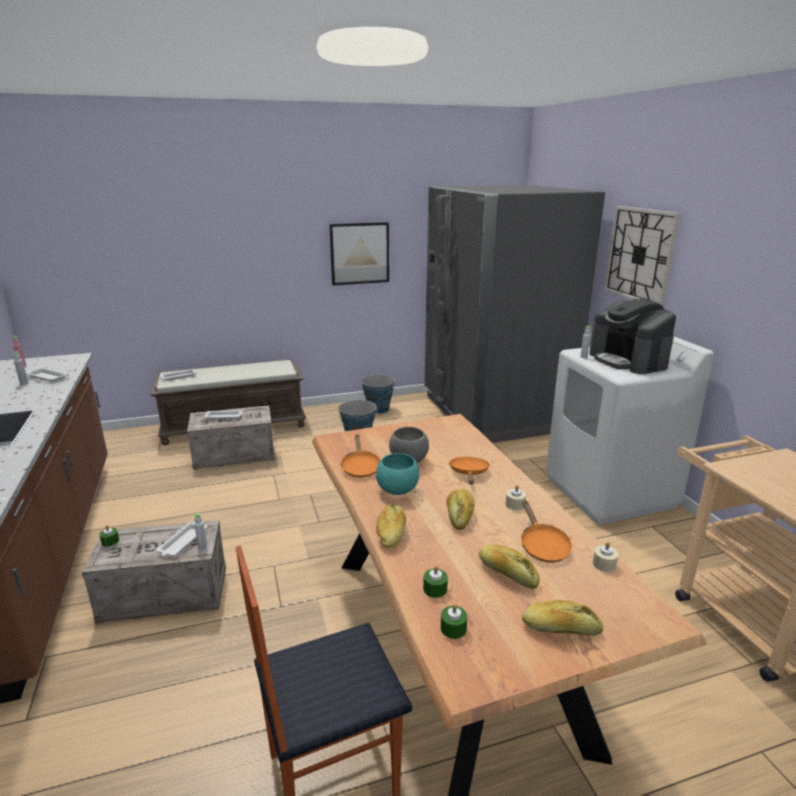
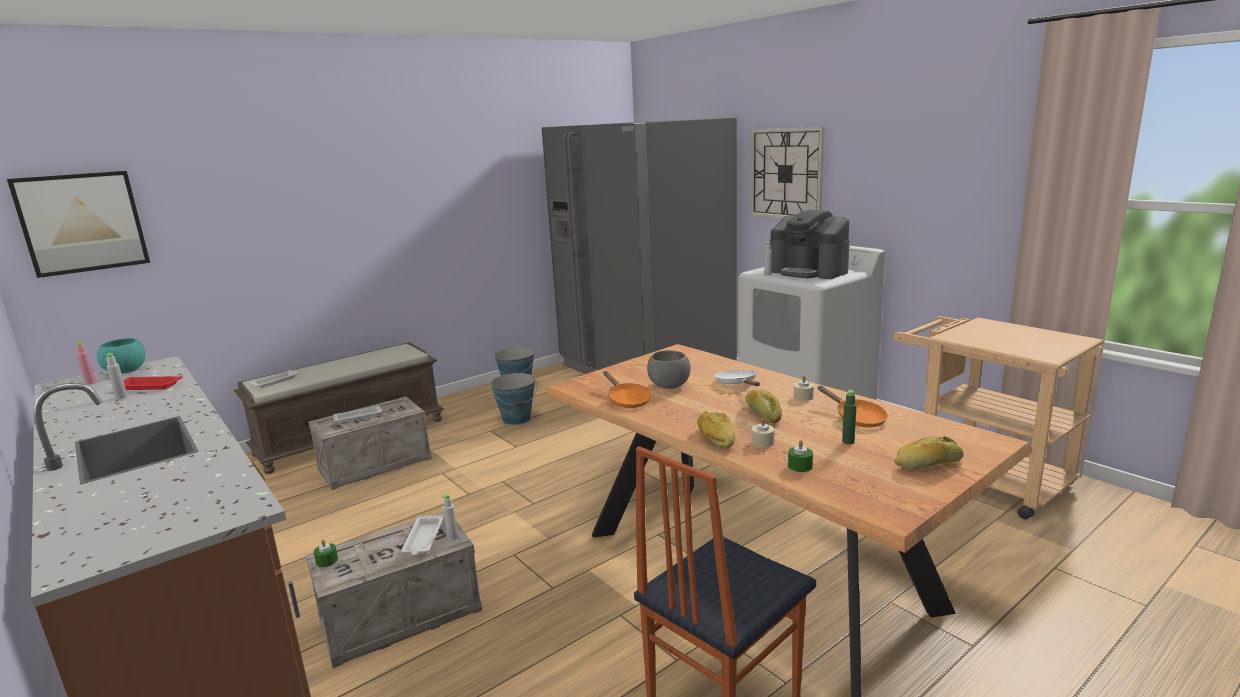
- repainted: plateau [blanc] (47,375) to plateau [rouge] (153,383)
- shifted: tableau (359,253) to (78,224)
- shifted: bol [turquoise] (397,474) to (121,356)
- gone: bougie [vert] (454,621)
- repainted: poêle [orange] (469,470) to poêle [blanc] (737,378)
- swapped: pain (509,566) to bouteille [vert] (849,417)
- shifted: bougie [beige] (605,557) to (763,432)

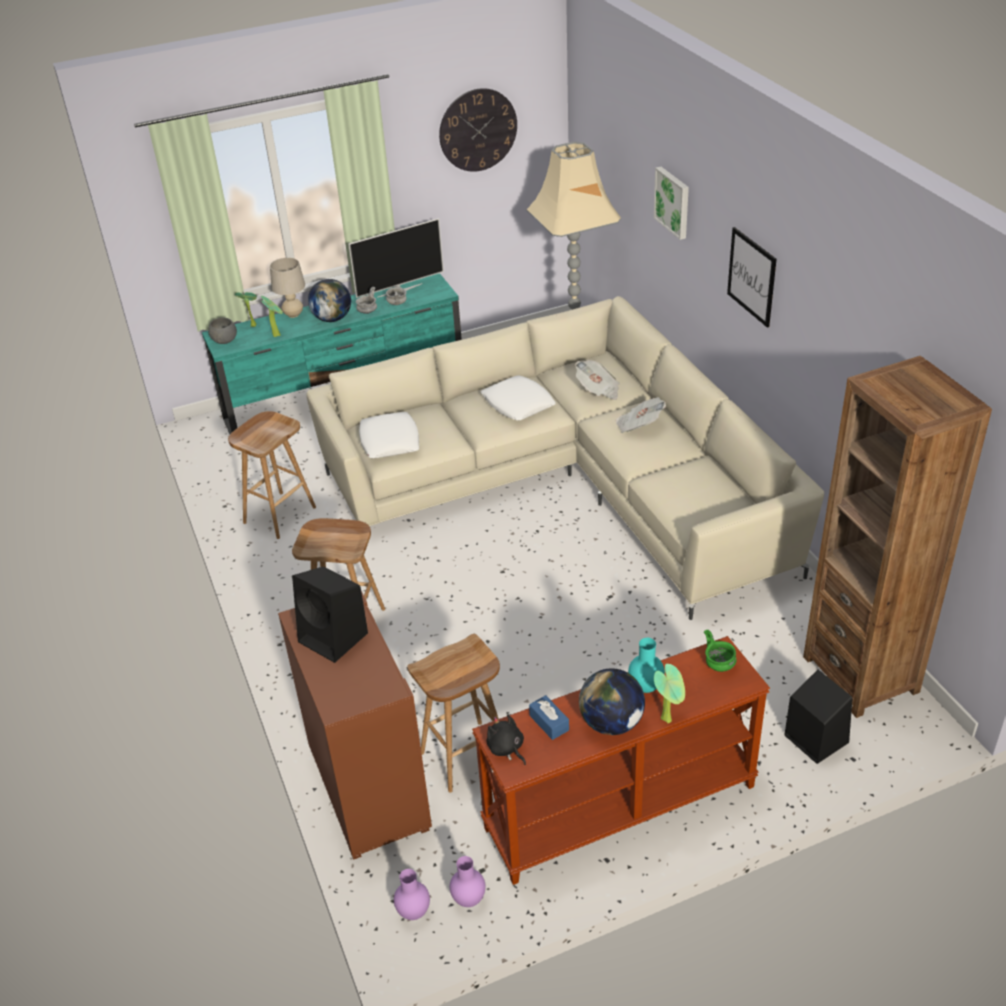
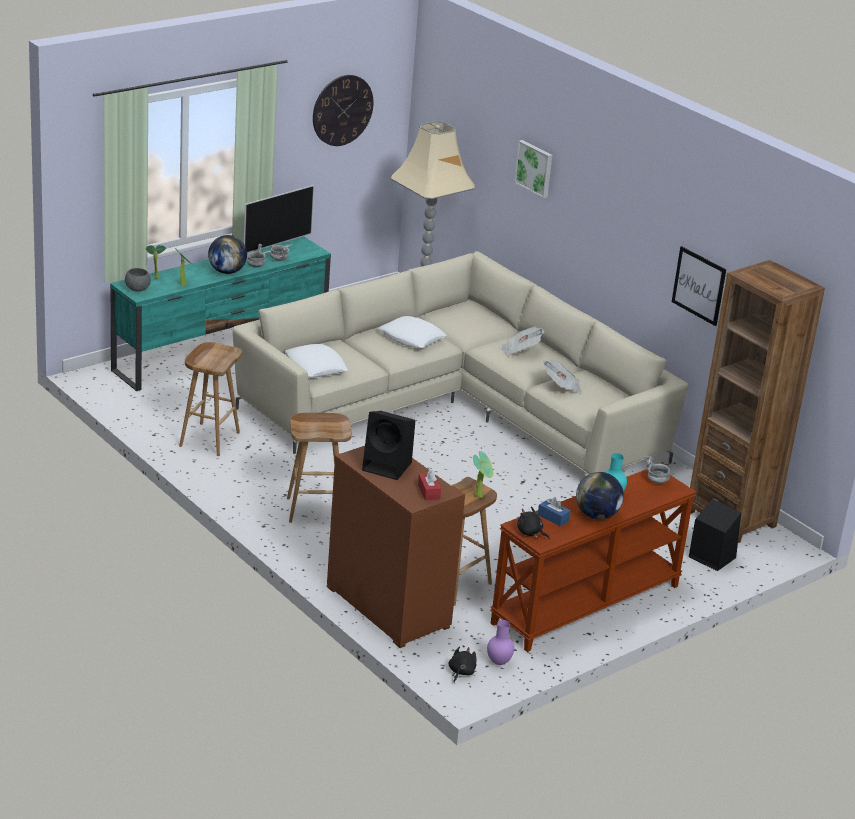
- gone: lampe de table [beige] (287,288)
- swapped: vase [violet] (412,894) to peluche [noir] (463,664)
- shifted: journal (597,380) to (562,377)
- shifted: plante en pot (669,693) to (483,474)
- repainted: bol [vert] (720,651) to bol [gris] (657,470)
- shifted: tableau (752,277) to (699,286)
- new: boîte à mouchoirs [rouge] (429,484)

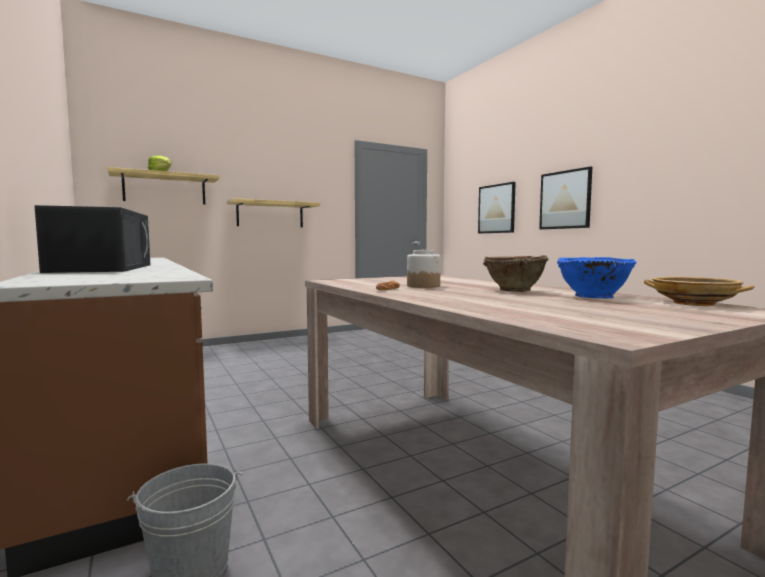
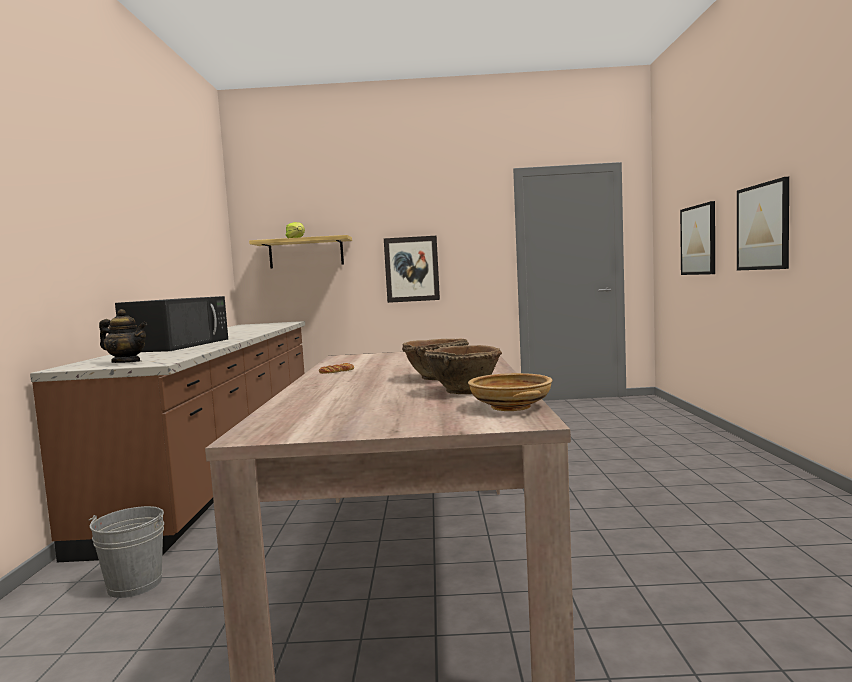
- swapped: étagère (273,212) to tableau (412,269)
- gone: bocal (424,269)
- repainted: bol [bleu] (596,277) to bol [marron] (463,369)
- new: théière (123,336)

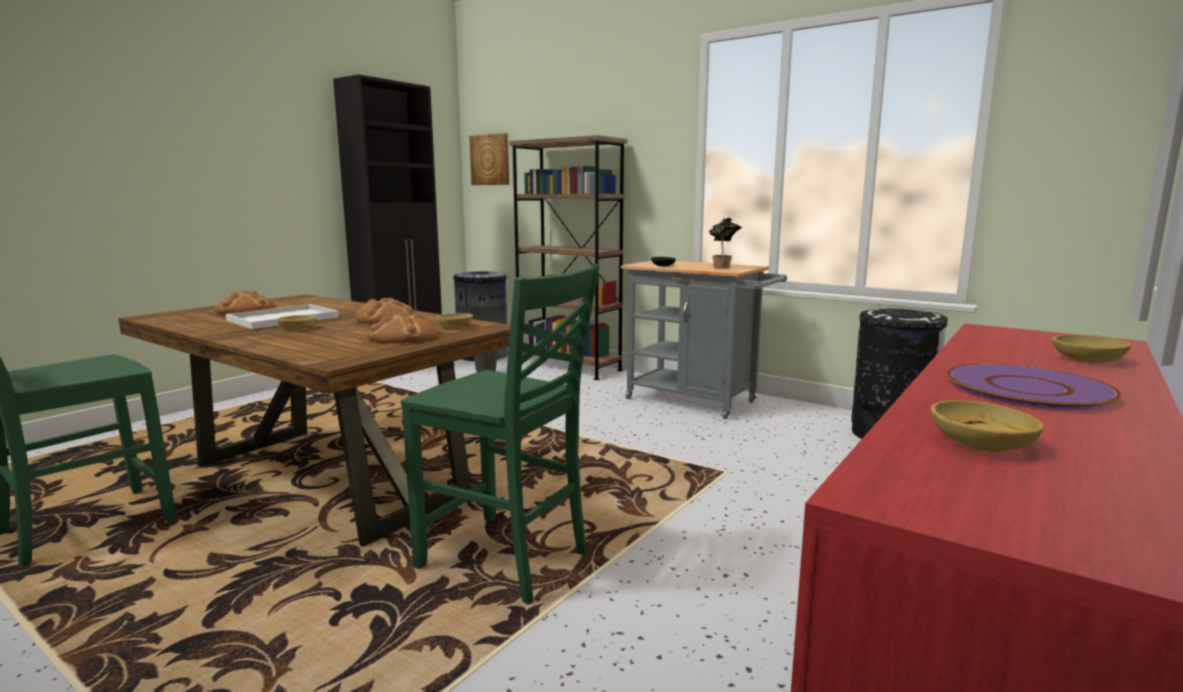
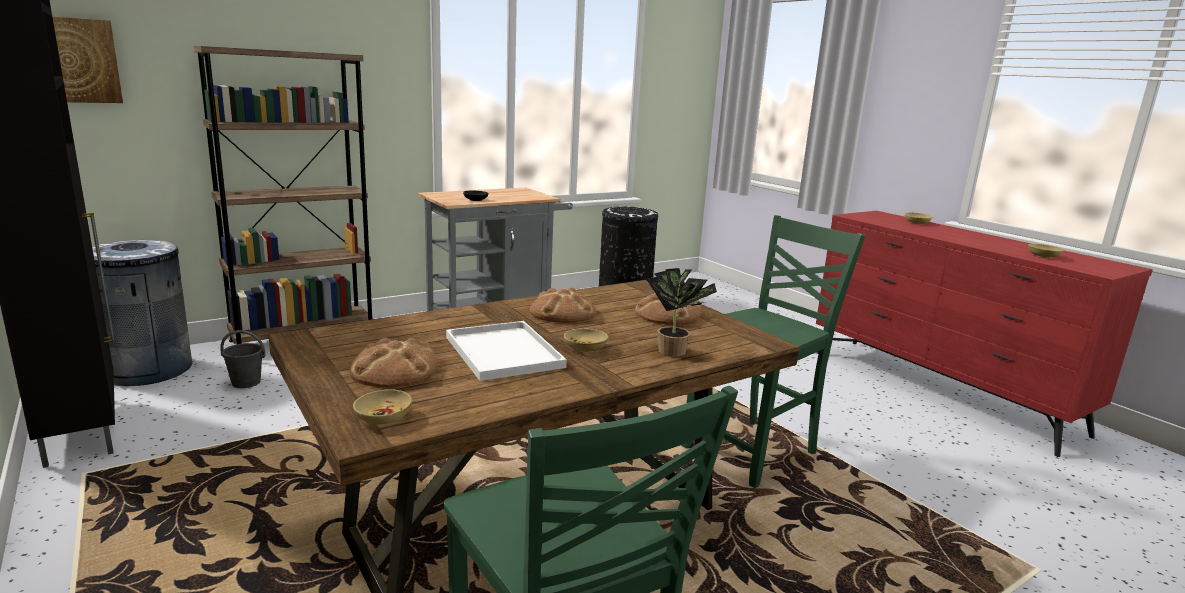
- shifted: bol [beige] (454,321) to (382,407)
- shifted: plante en pot (725,243) to (682,312)
- gone: assiette [violet] (1034,387)

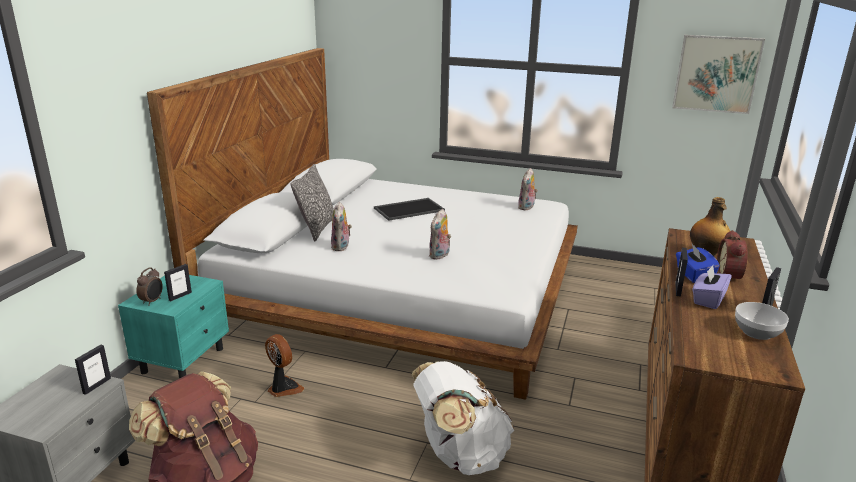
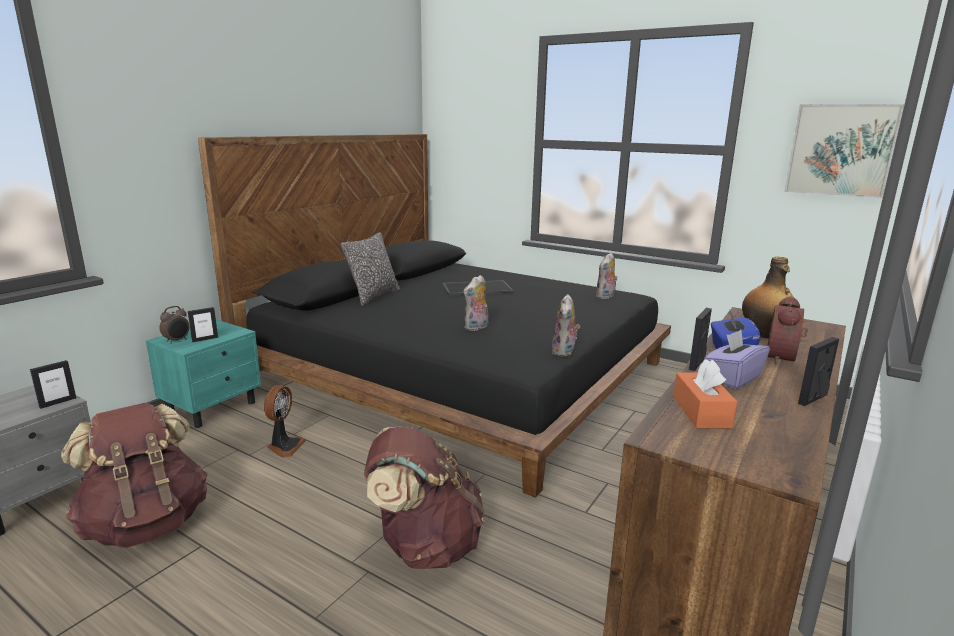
- repainted: lit [blanc] (362,224) to lit [noir] (434,316)
- rotated: ventilateur (284,365) = (285,421) 45 degrees clockwise
- shifted: peluche (341,226) to (566,325)
- repainted: sac à dos [blanc] (463,418) to sac à dos [marron] (424,497)
- gone: bol (762,321)
- new: boîte à mouchoirs [orange] (705,393)

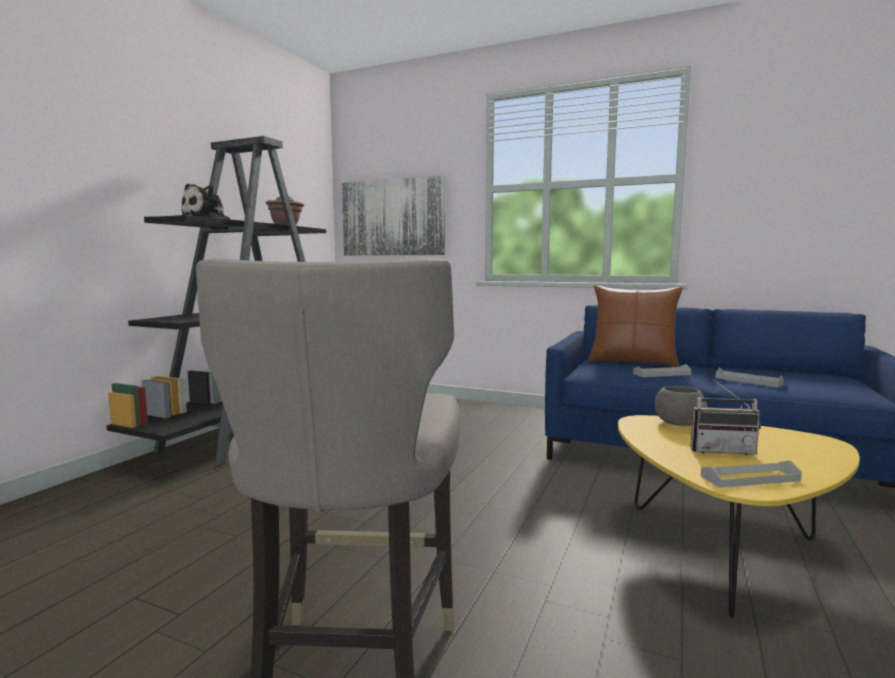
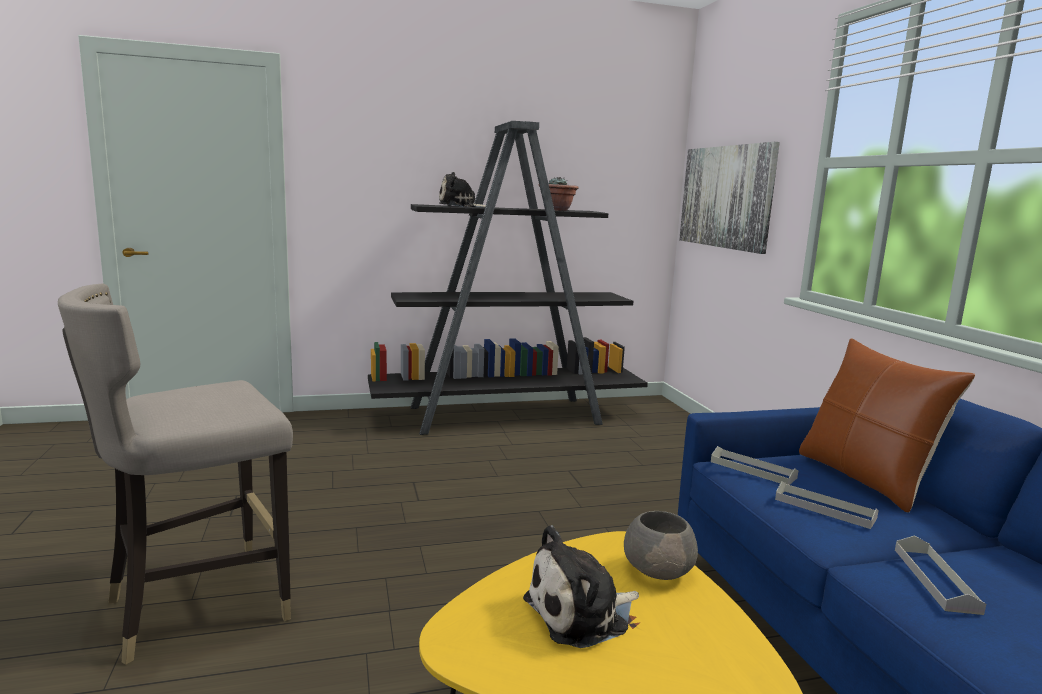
- swapped: radio (726,417) to peluche (581,586)
- shifted: plateau [gris] (751,474) to (755,465)

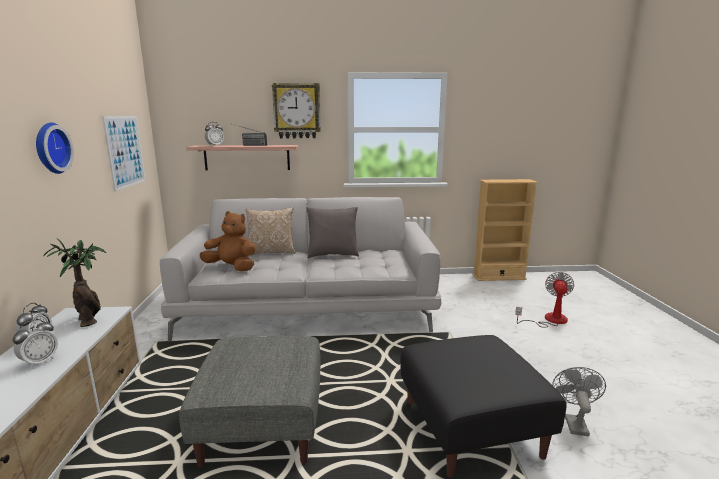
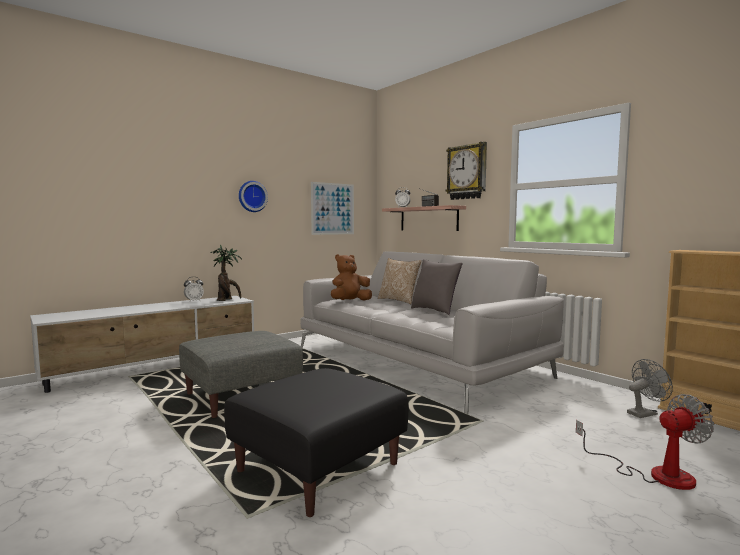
- gone: réveil (35,343)
- rotated: peluche [marron] (228,241) = (351,277) 105 degrees counterclockwise
- shifted: ventilateur [gris] (579,402) to (650,388)

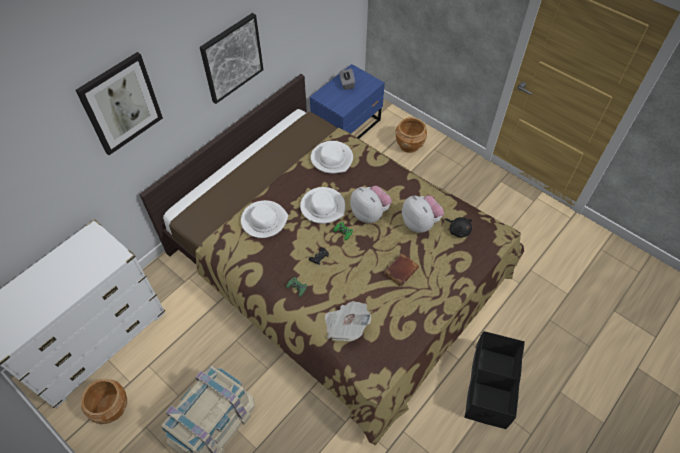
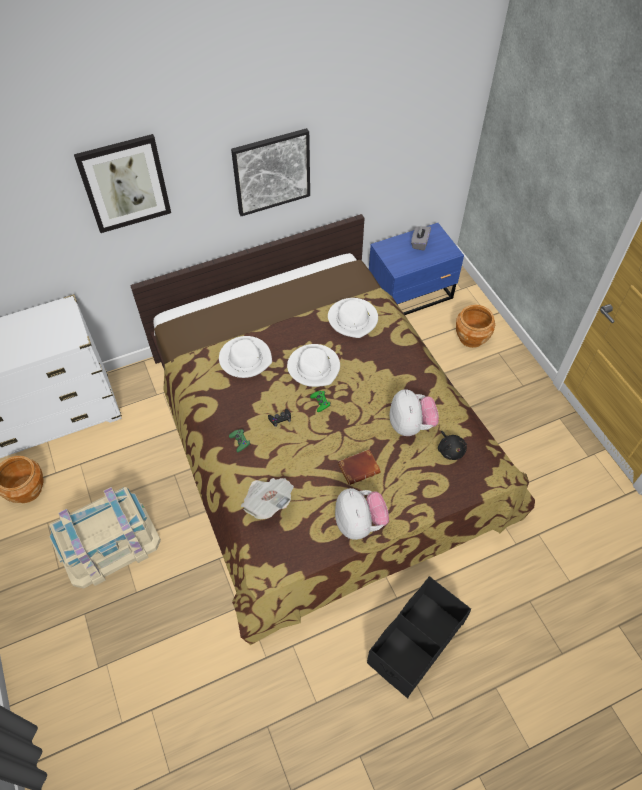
- shifted: peluche (371,204) to (362,514)

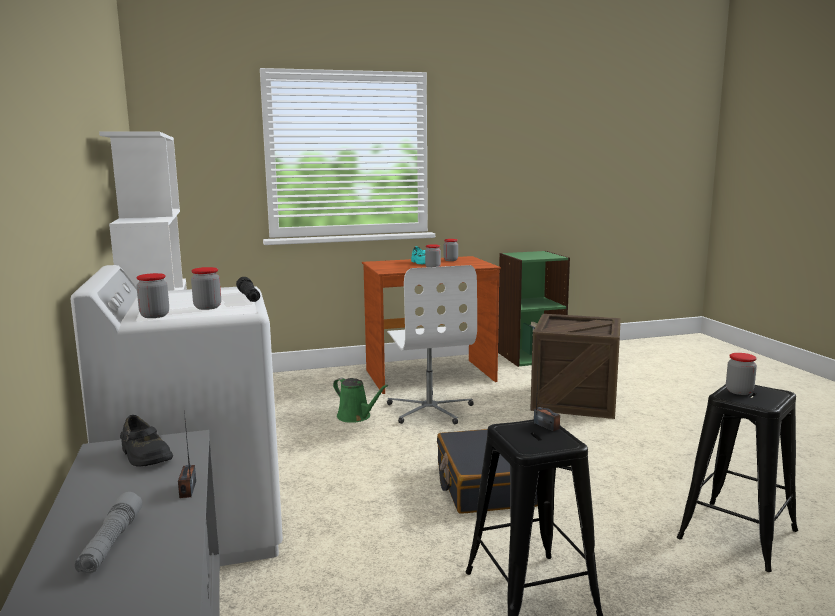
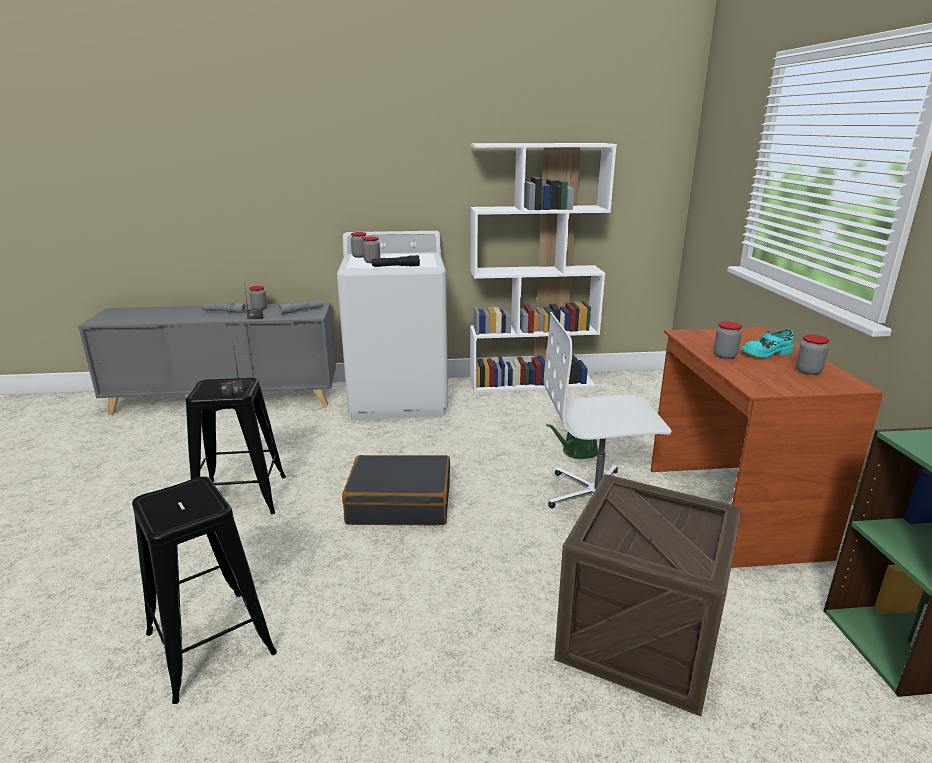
- swapped: chaussure [noir] (146,441) to lampe de poche [gris] (301,307)
- shifted: bocal (741,374) to (258,298)

